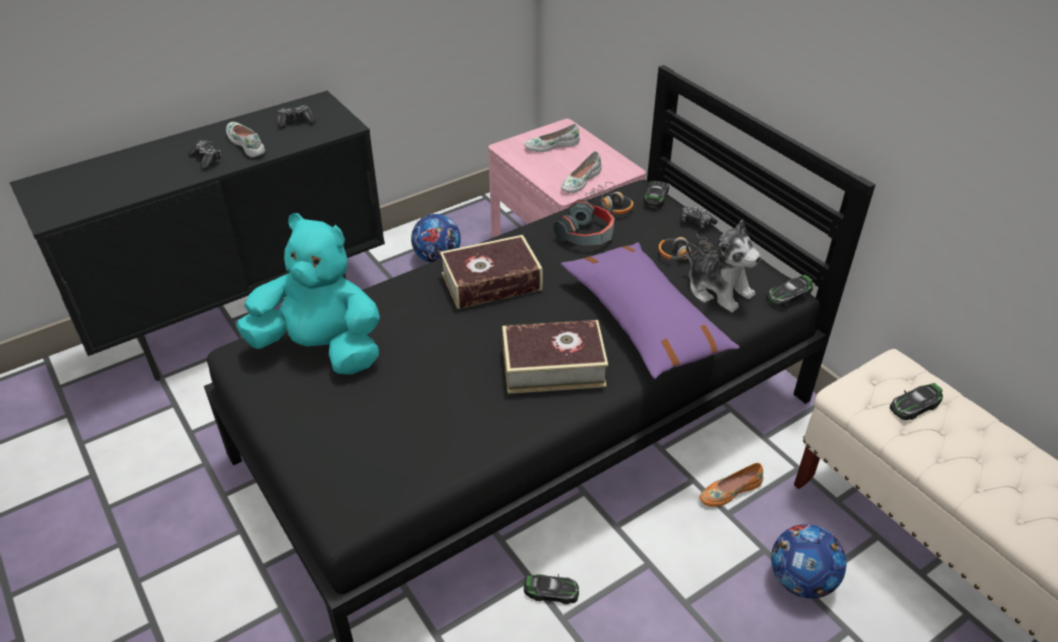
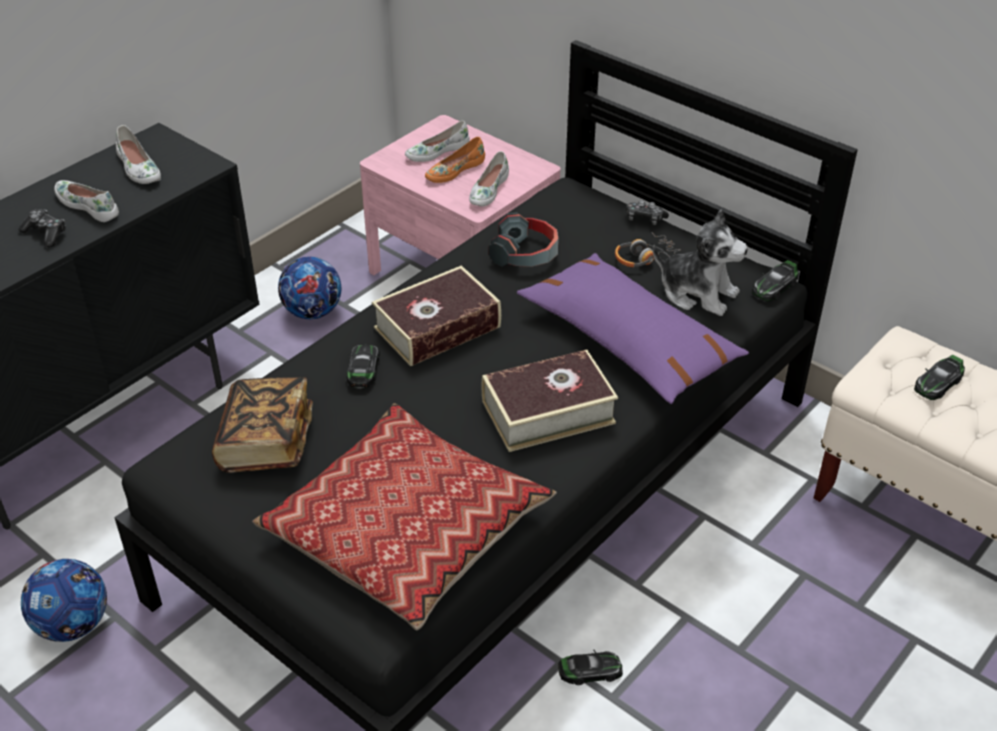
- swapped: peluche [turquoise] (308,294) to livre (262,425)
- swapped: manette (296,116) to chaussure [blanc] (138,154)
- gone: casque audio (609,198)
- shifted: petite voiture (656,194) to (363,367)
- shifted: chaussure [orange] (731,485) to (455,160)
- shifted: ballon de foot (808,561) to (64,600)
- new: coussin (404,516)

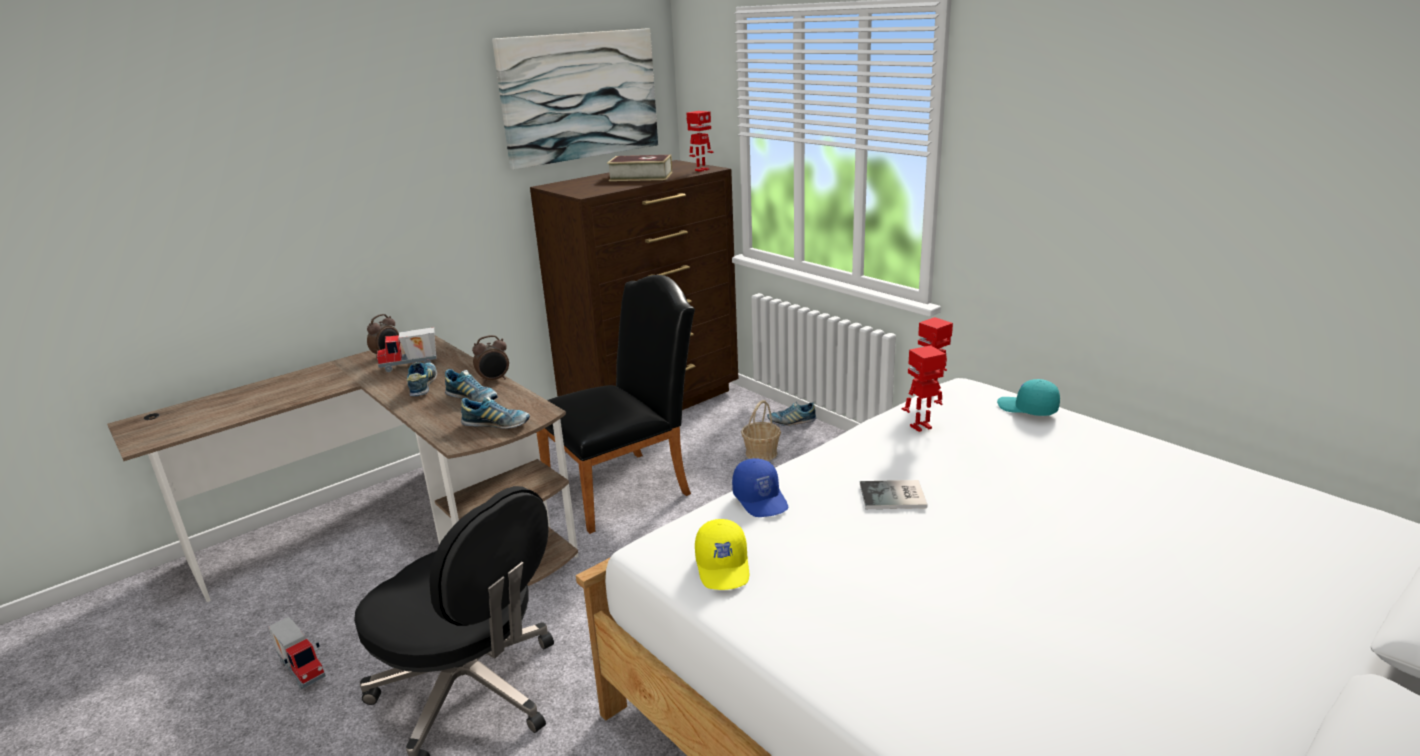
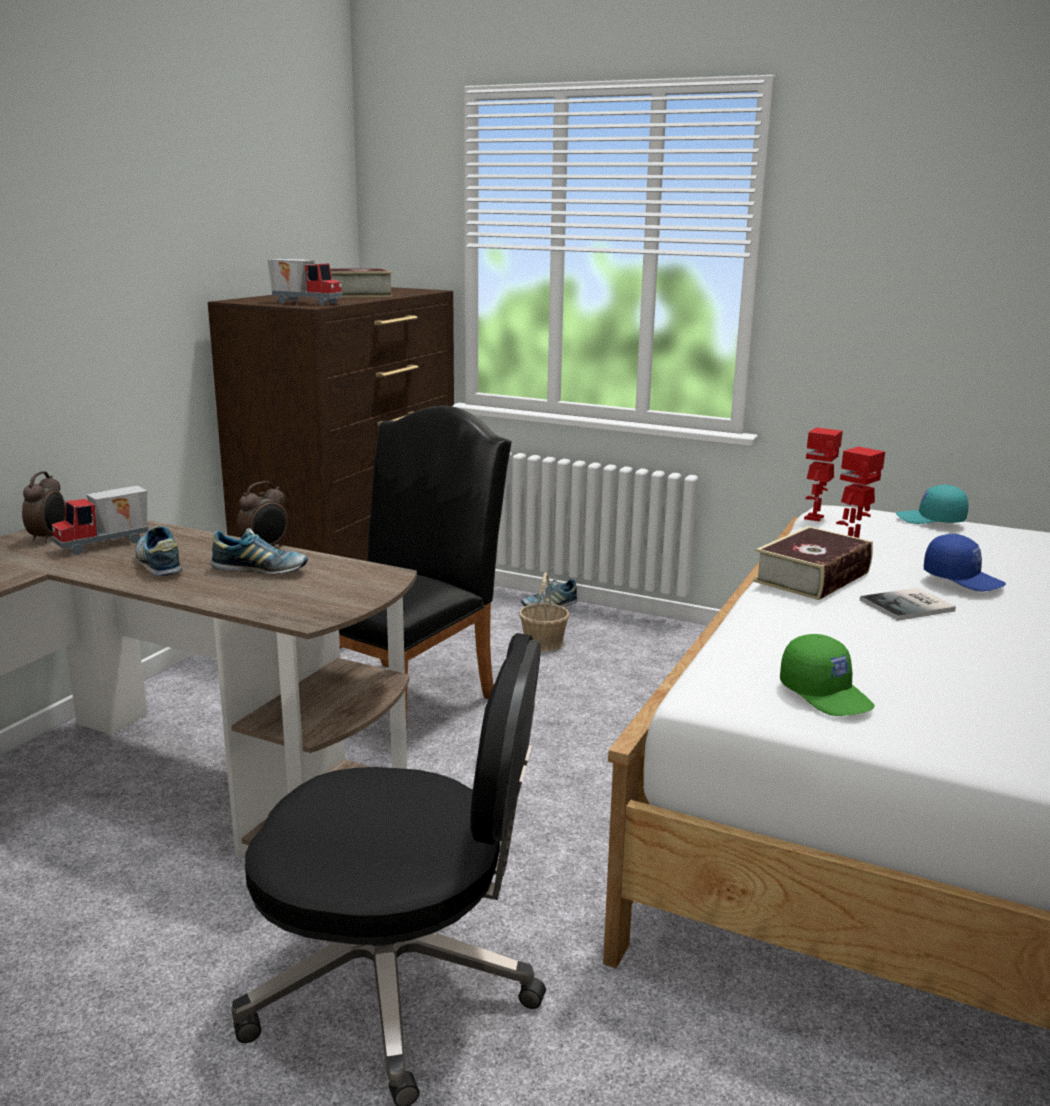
- shifted: camion jouet (297,653) to (305,282)
- gone: chaussure (495,412)
- gone: tableau (575,99)
- gone: robot jouet (700,141)
- repainted: casquette [jaune] (722,554) to casquette [vert] (827,675)
- shifted: casquette [bleu] (760,487) to (965,562)
- new: livre (813,563)

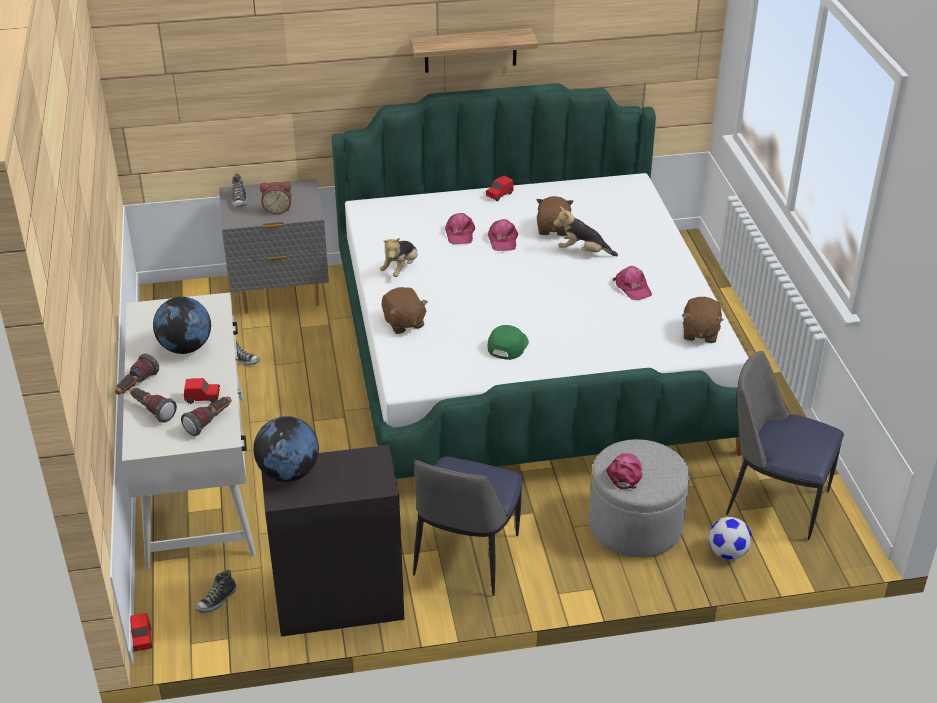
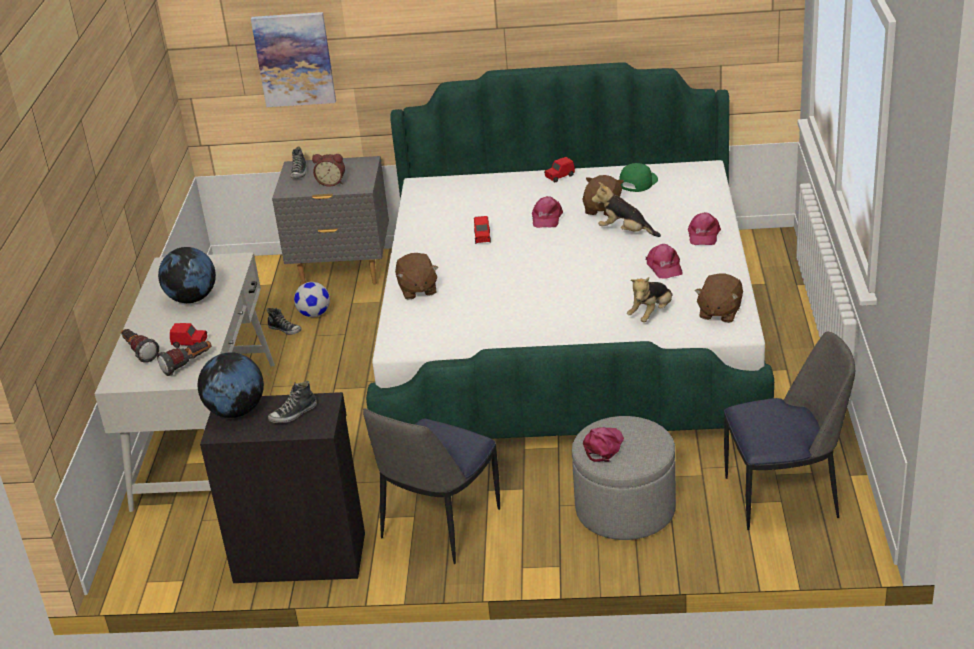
- gone: lampe de poche (137,374)
- shifted: petite voiture [rouge] (141,632) to (482,230)
- shifted: chaussure (215,591) to (292,402)
- shifted: peluche (399,257) to (650,299)
- gone: étagère (474,50)
- shifted: casquette [rose] (460,228) to (704,228)
- shifted: casquette [vert] (508,342) to (638,177)
- shifted: ballon de foot (730,538) to (312,299)
- rotated: chaise (785,445) = (789,430) 135 degrees clockwise
- new: tableau (293,59)

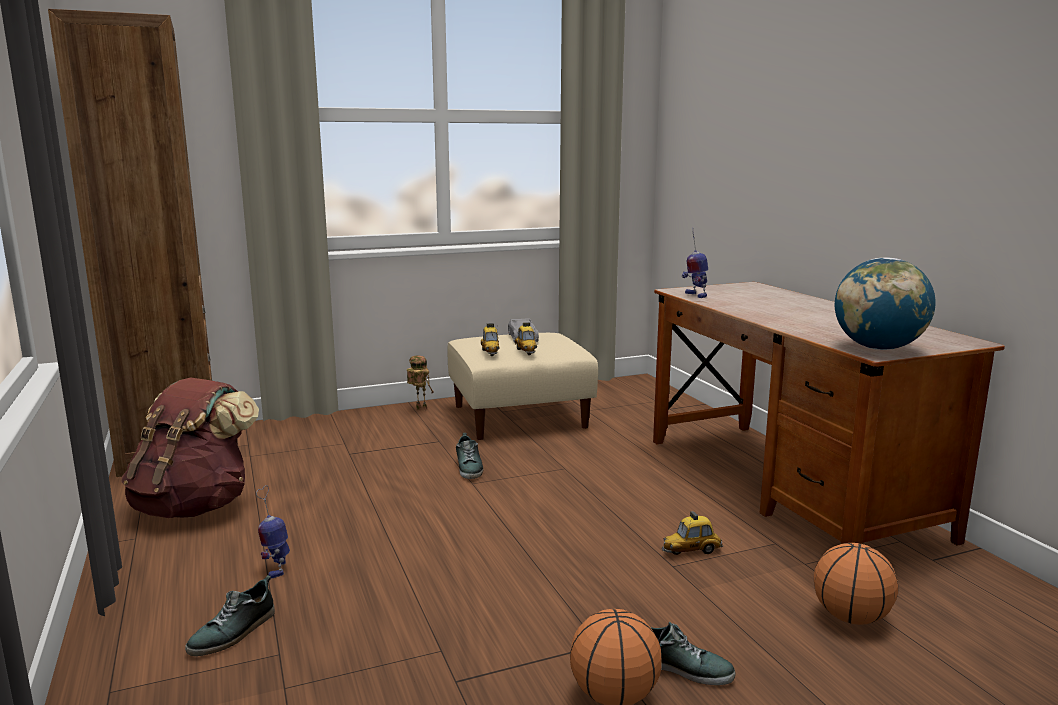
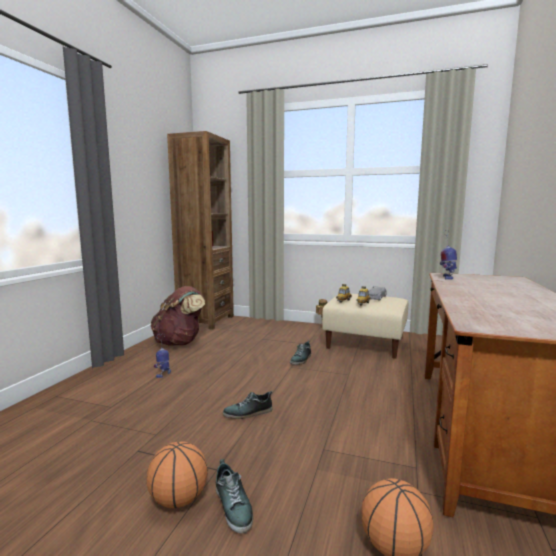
- shifted: chaussure (230,615) to (248,405)
- gone: petite voiture (693,533)
- gone: globe (885,303)

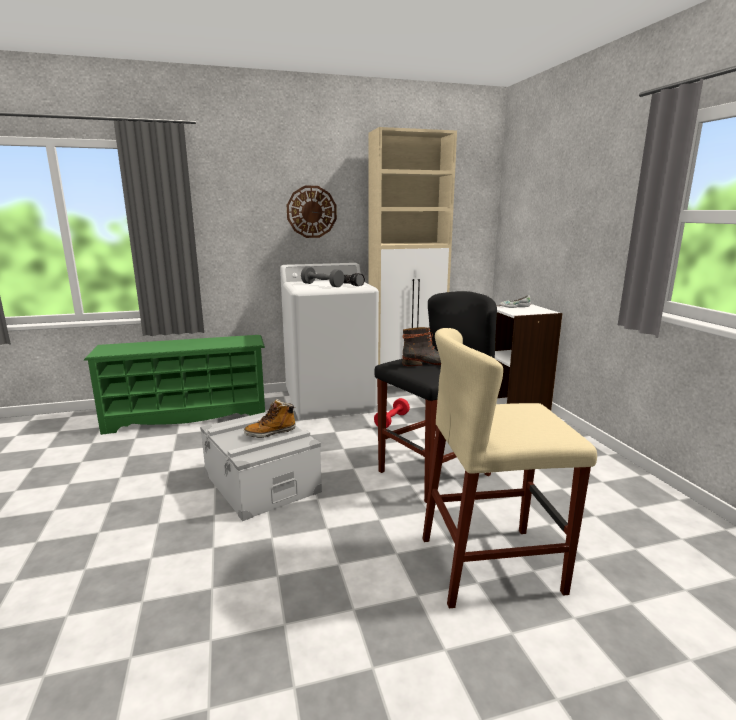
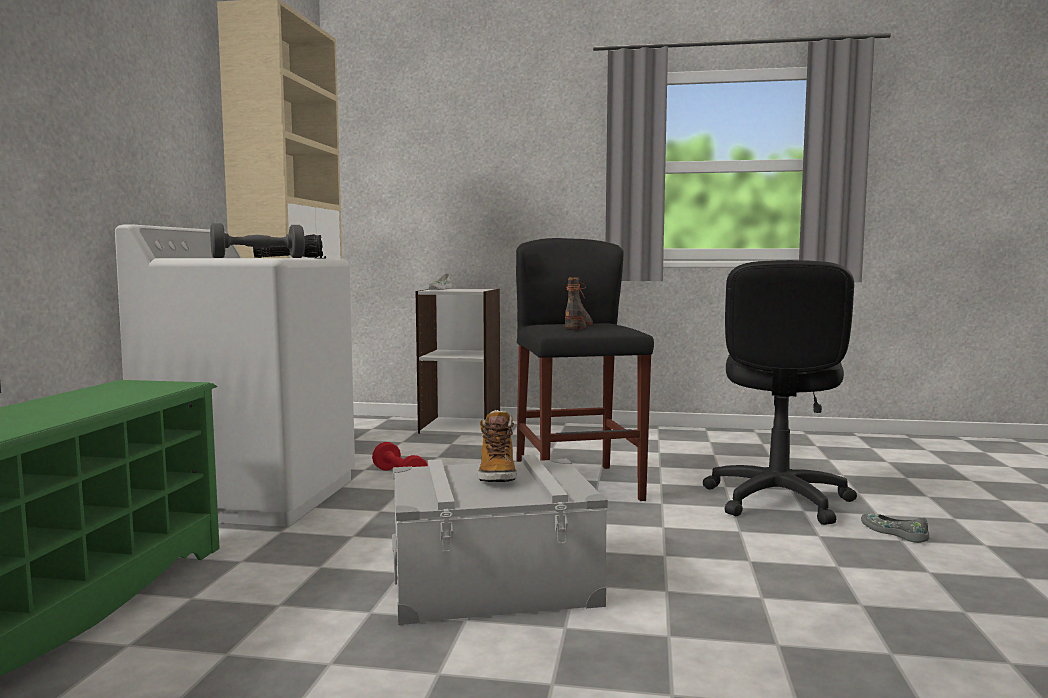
- gone: horloge murale (312,212)
- swapped: tabouret [beige] (509,468) to chaise de bureau [noir] (780,392)
- new: chaussure [gris] (895,528)

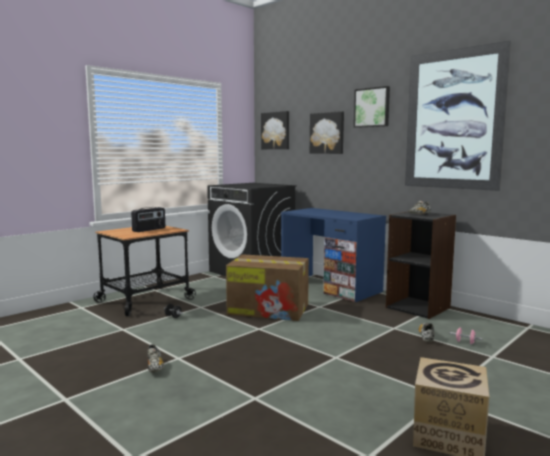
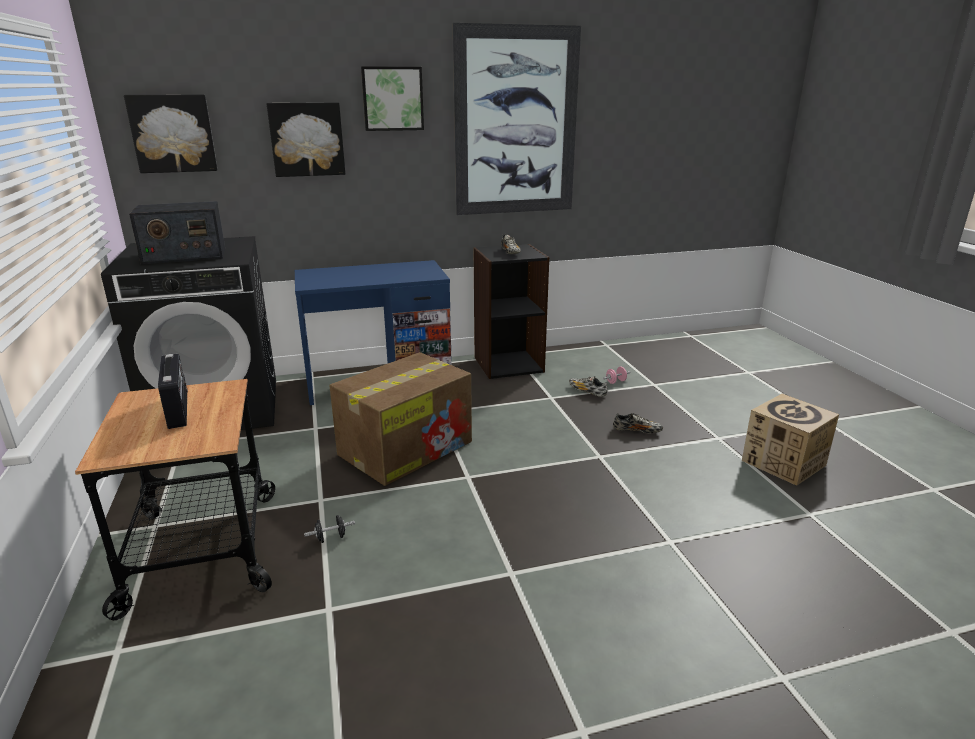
- shifted: chaussure (155,358) to (638,423)
- new: radio (177,233)

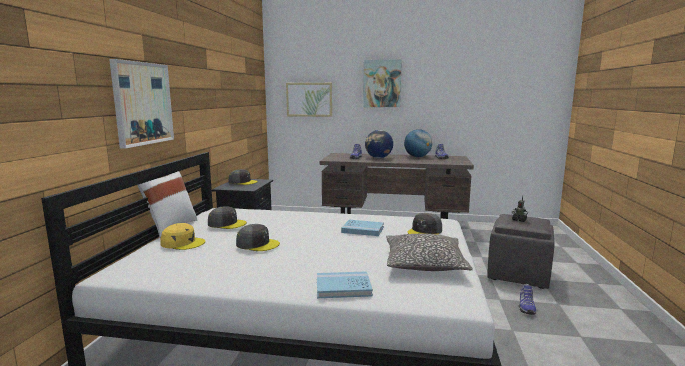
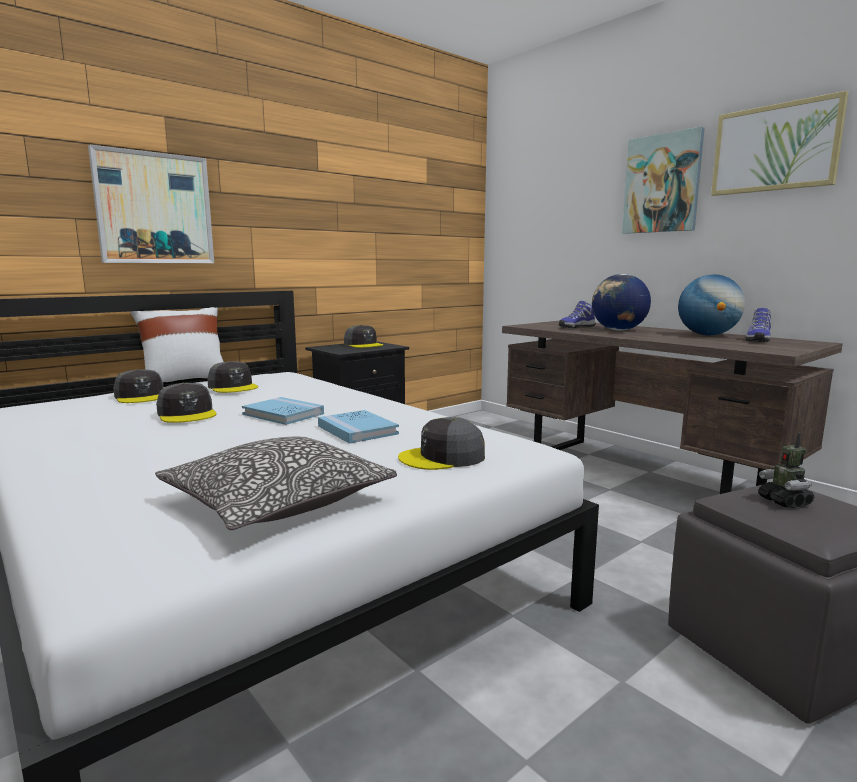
- repainted: casquette [jaune] (182,236) to casquette [gris] (138,386)
- shifted: tableau (309,100) to (780,143)
- shifted: livre [bleu] (345,284) to (283,411)
- gone: chaussure (527,299)

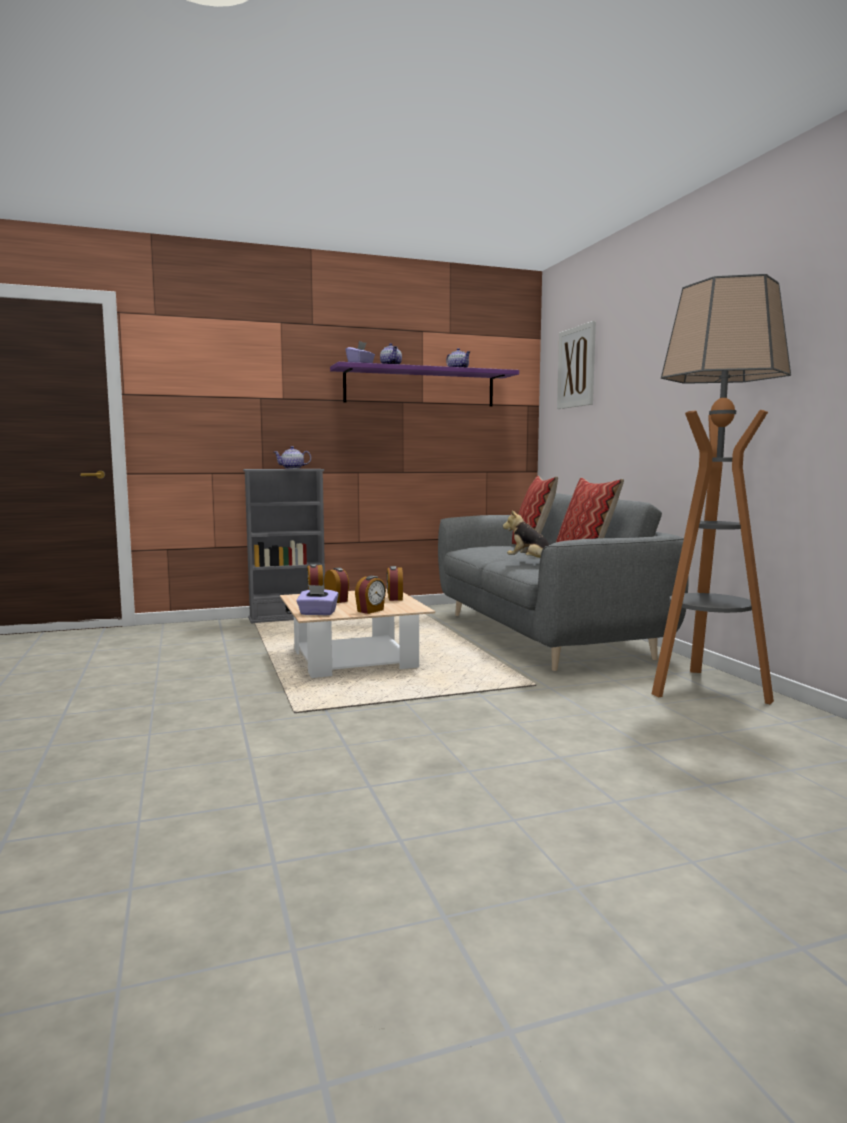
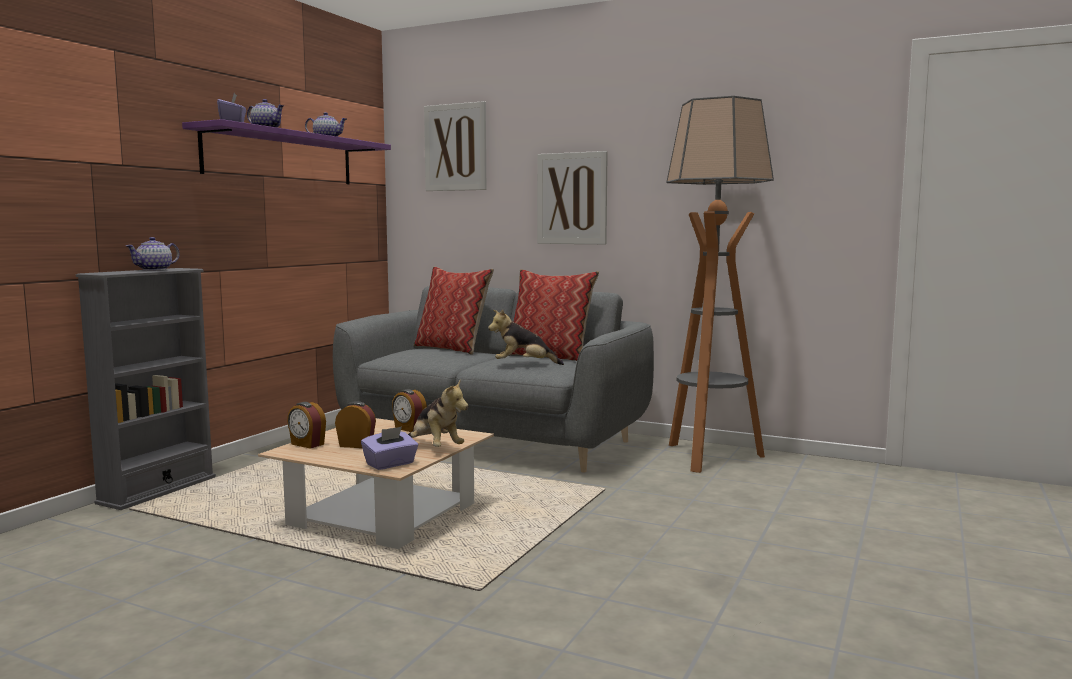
- swapped: réveil (370,595) to peluche (438,414)
- new: tableau (572,197)

